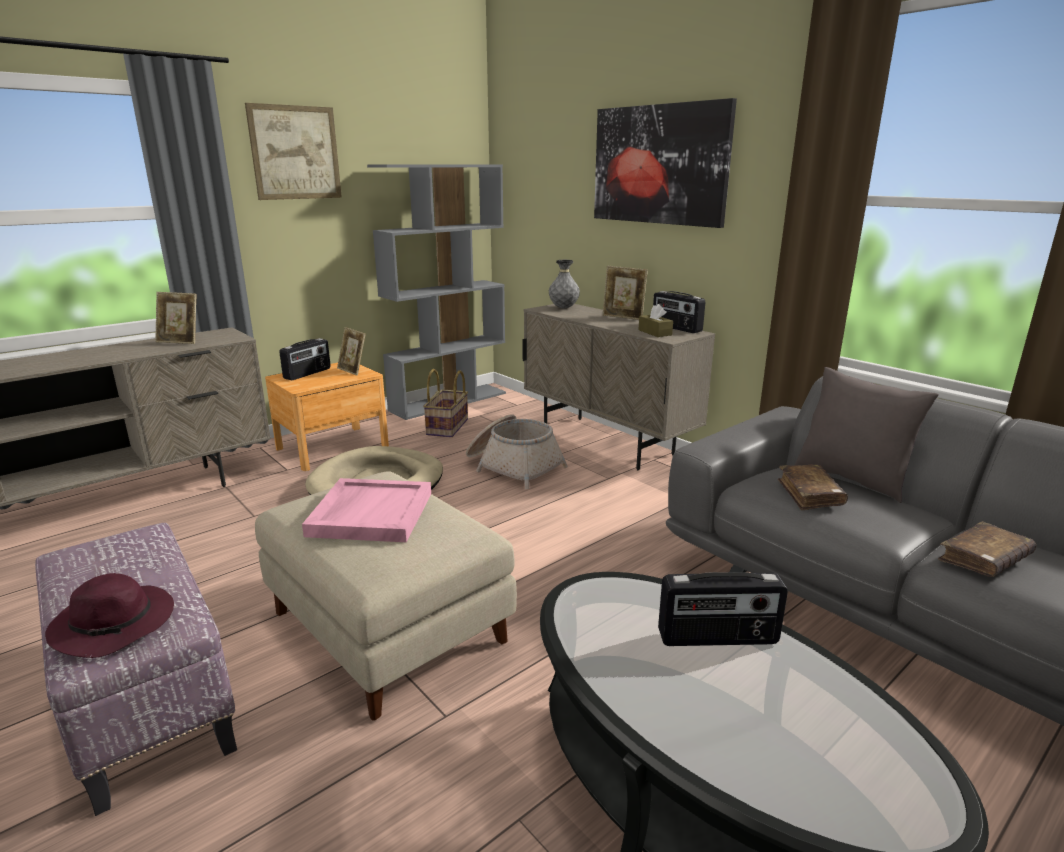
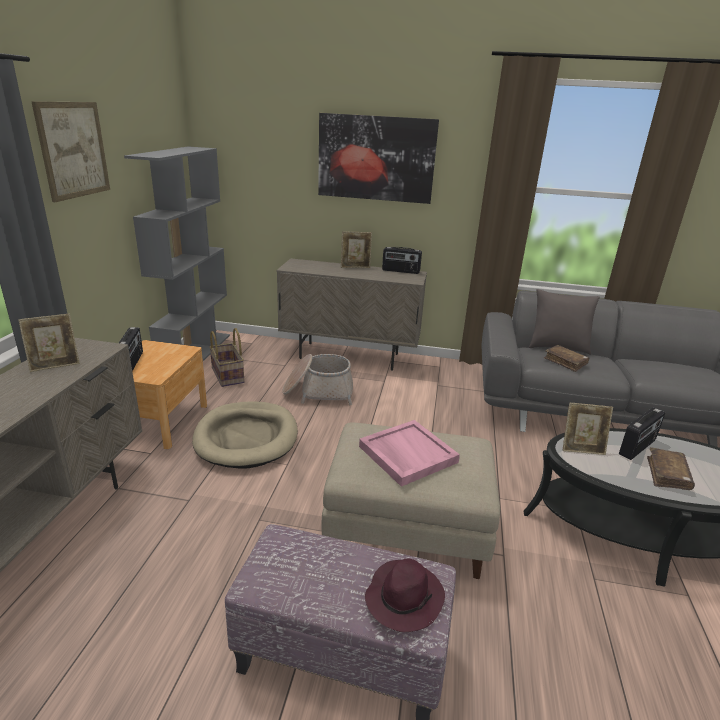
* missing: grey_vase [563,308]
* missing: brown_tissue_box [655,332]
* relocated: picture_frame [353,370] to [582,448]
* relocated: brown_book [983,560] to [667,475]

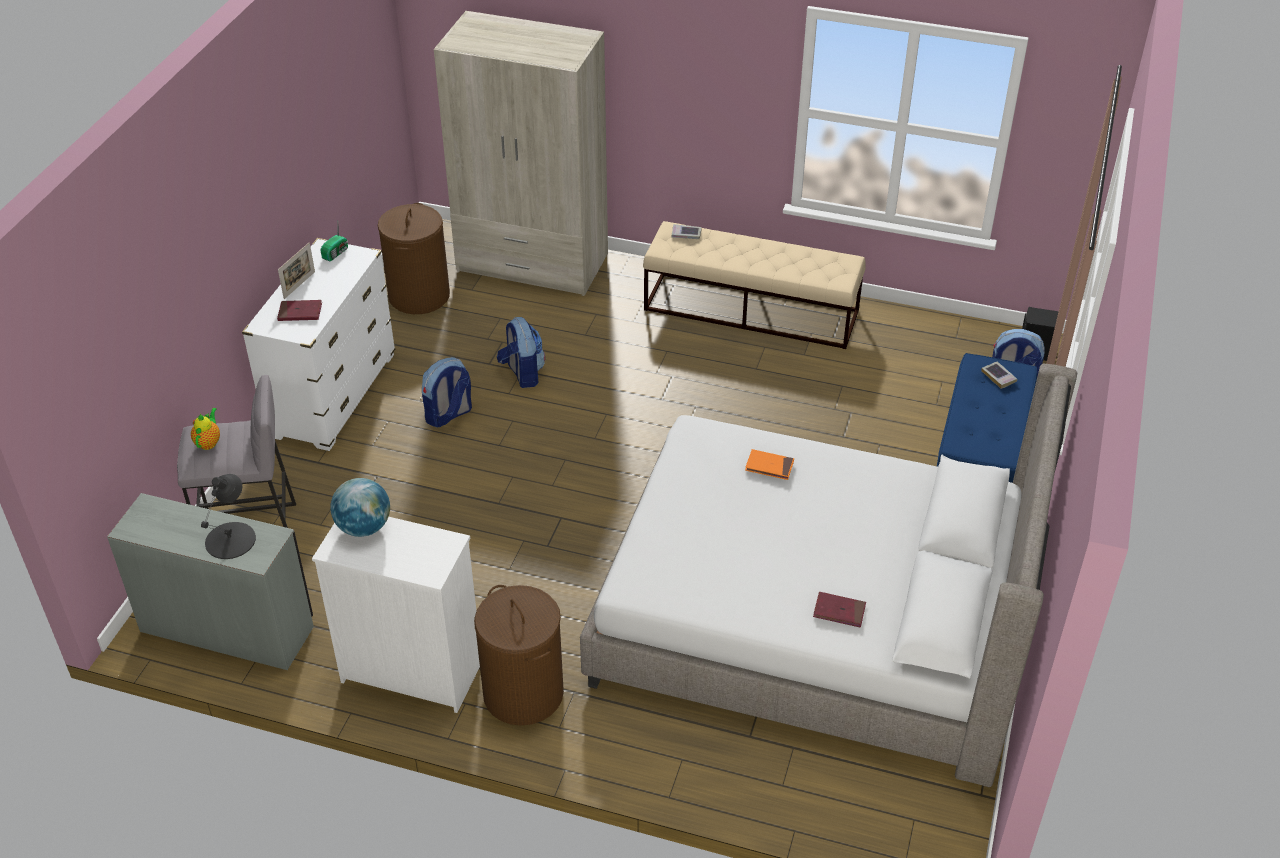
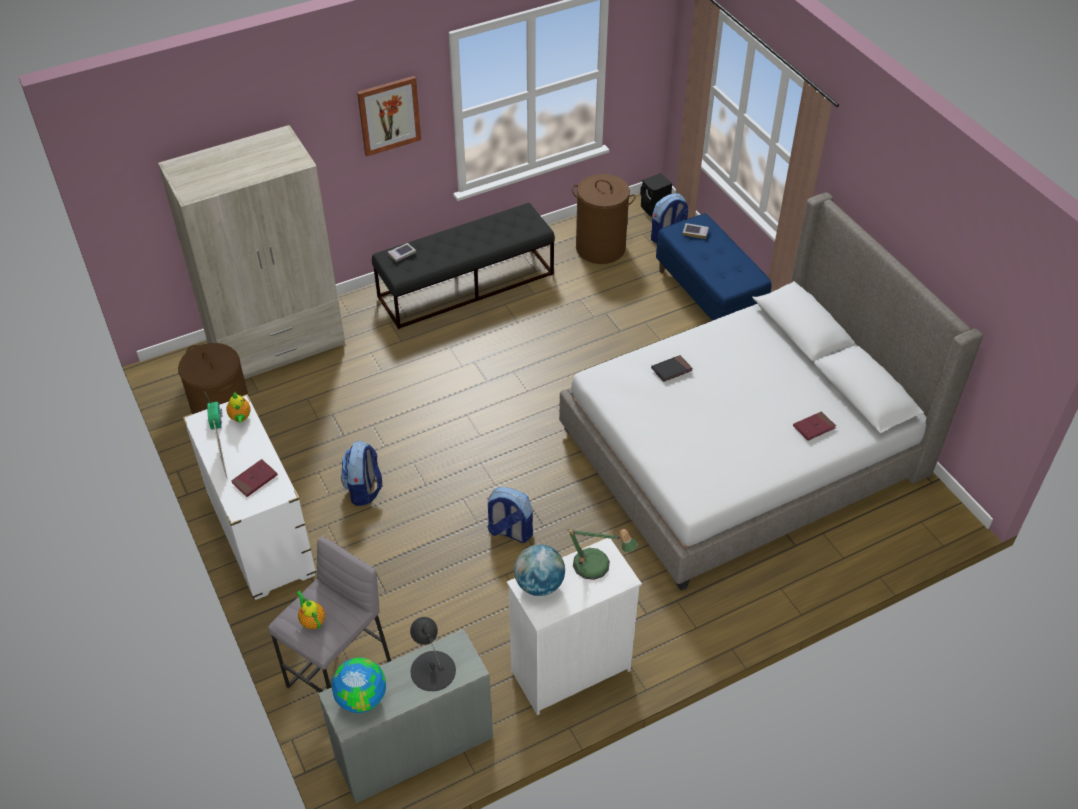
* colour: beige_bench [752,310] to black_bench [466,285]
* relocated: backpack [522,374] to [509,531]
* colour: orange_book [769,466] to black_book [671,370]
* relocated: brown_laundry_basket [524,693] to [600,248]
* appeared: picture [389,115]
* appeared: teapot [240,418]
* appeared: table_lamp [597,567]
* appeared: globe [361,698]

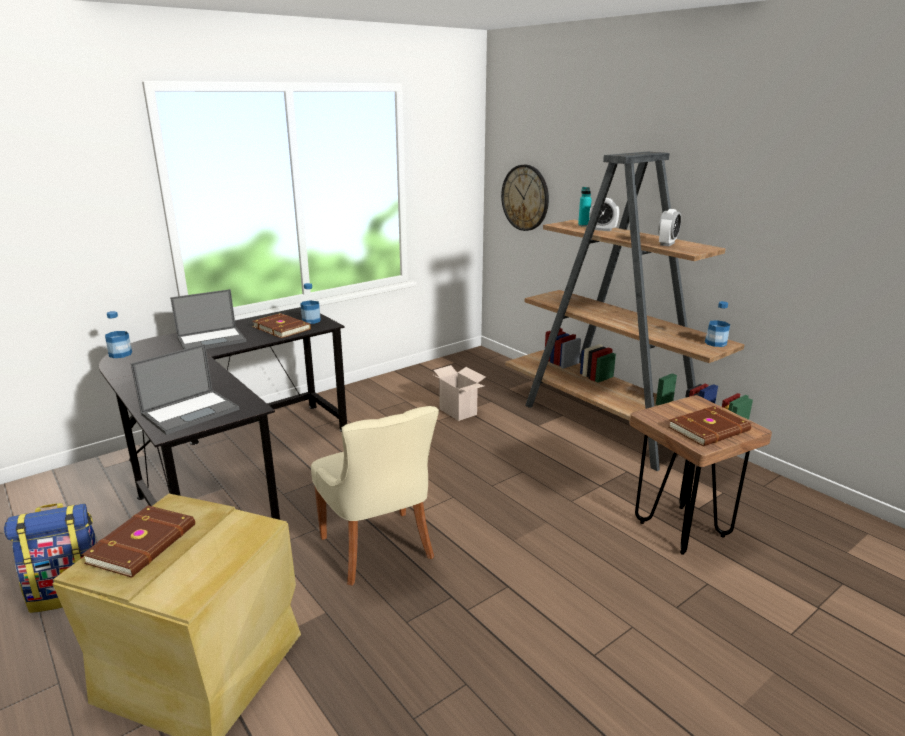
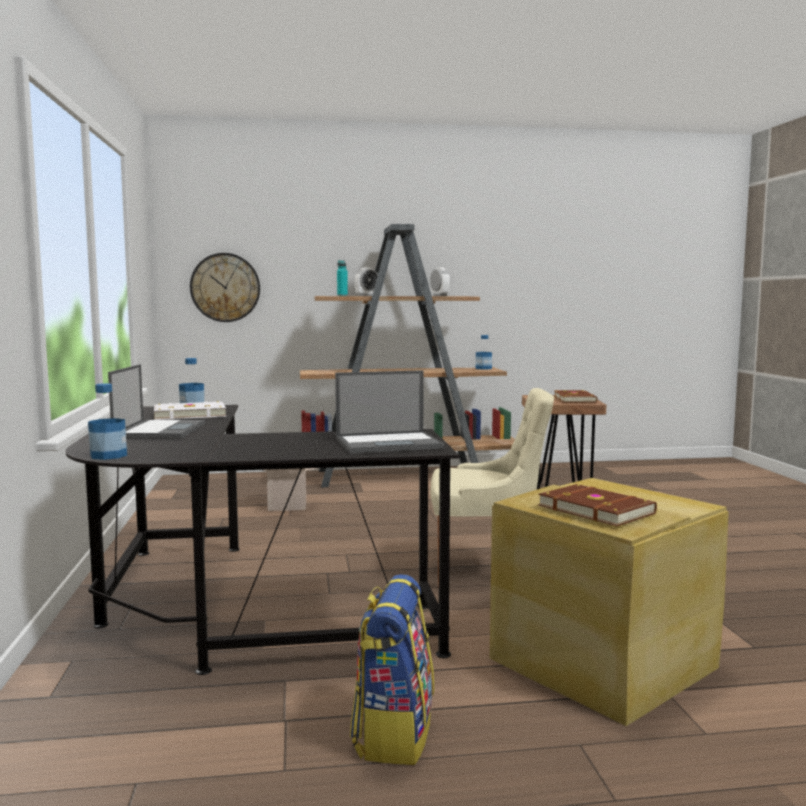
* colour: brown_book [282,328] to white_book [189,414]
* spun: laptop [191,411] = [389,443] 90 degrees clockwise

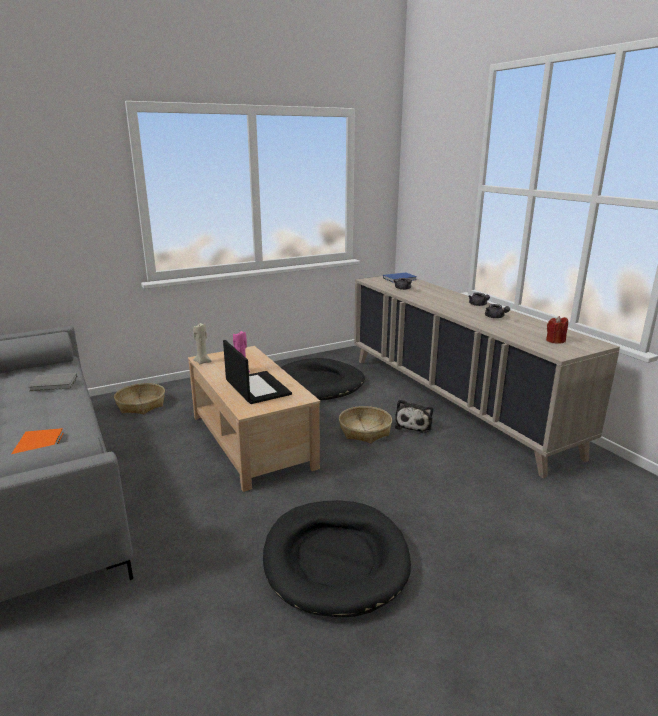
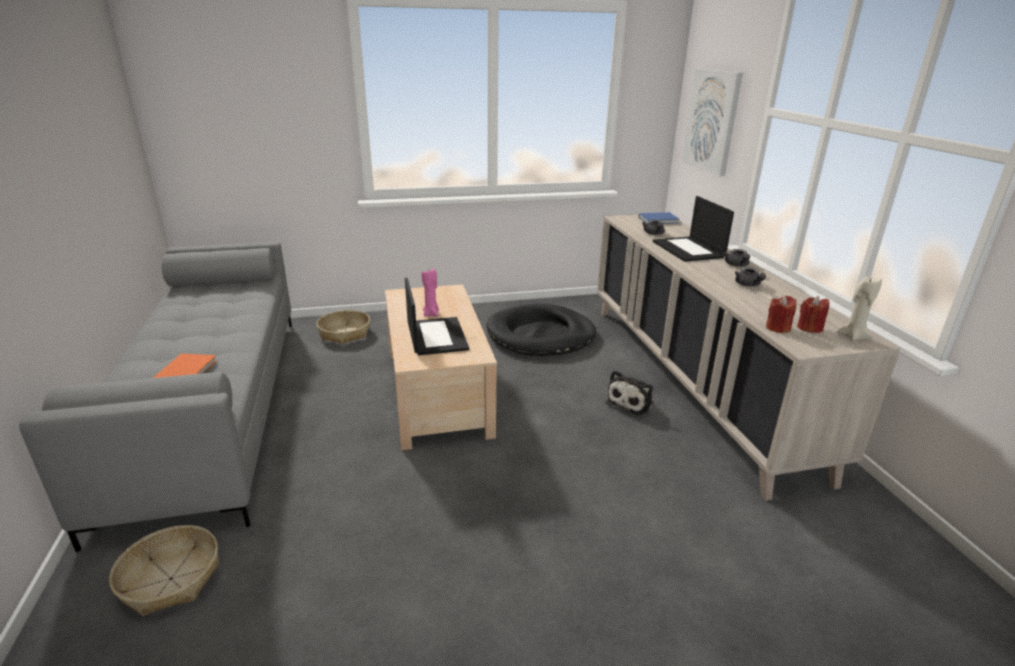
* relocated: beige_candle [203,362] to [852,336]
* missing: grey_book [55,384]
* relocated: basket [365,431] to [171,579]
* missing: black_dog_bed [335,559]
* appeared: picture [712,121]
* appeared: laptop [689,249]
* appeared: red_candle [778,328]

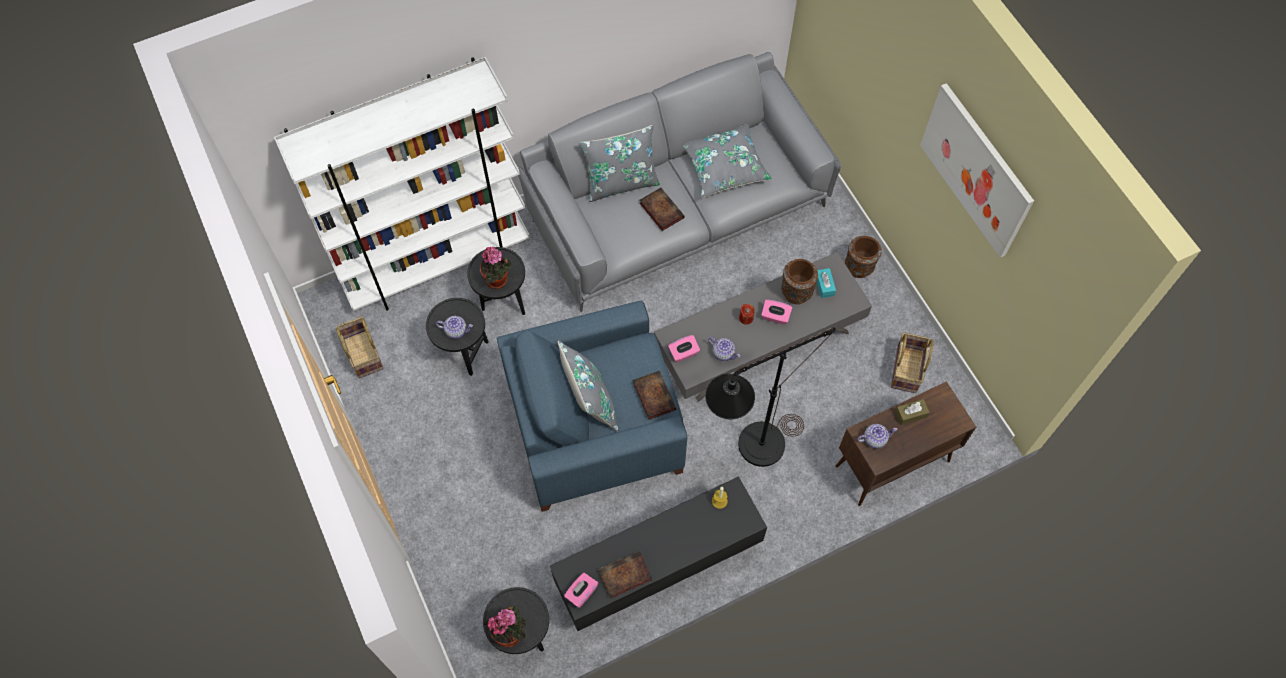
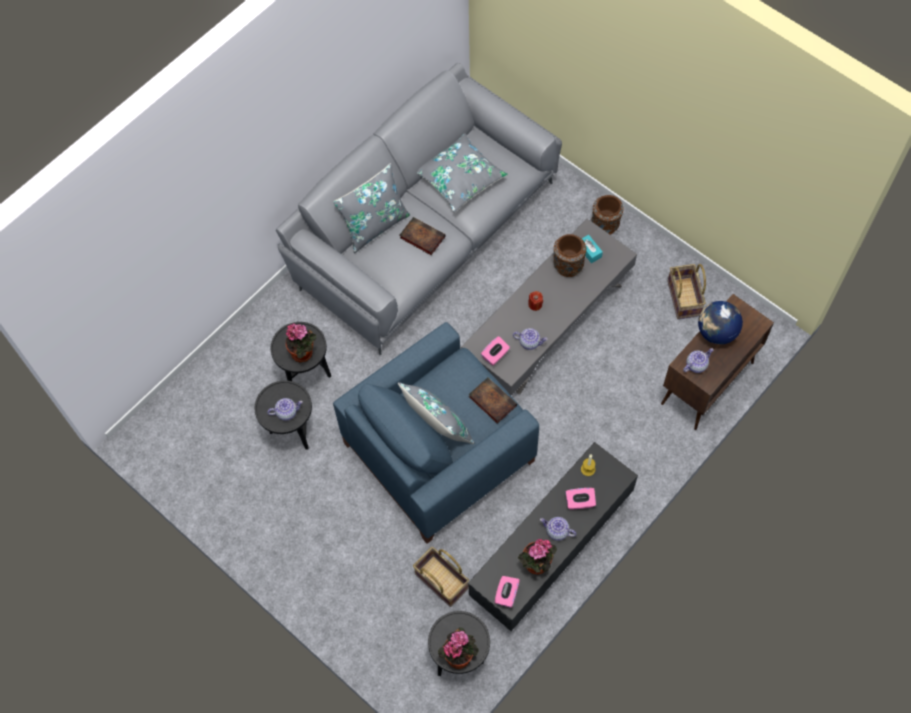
* missing: white_bookcase [437,264]
* missing: picture [976,170]
* relocated: pink_tissue_box [775,316] to [580,502]
* relocated: basket [362,354] to [441,582]
* missing: black_floor_lamp [750,451]
* exchanged: brown_tissue_box [910,414] to globe [716,332]
* exchanged: book [624,576] to potted_plant [536,566]
* appeared: teapot [557,531]

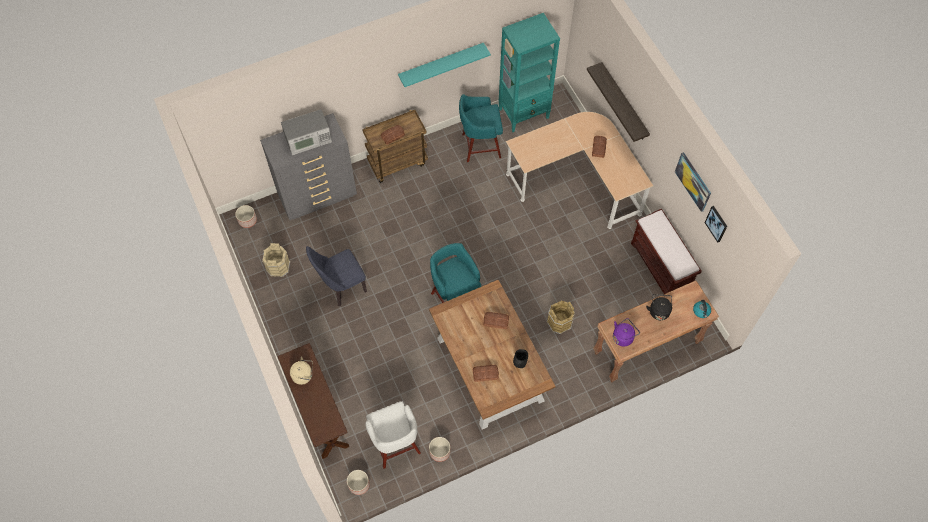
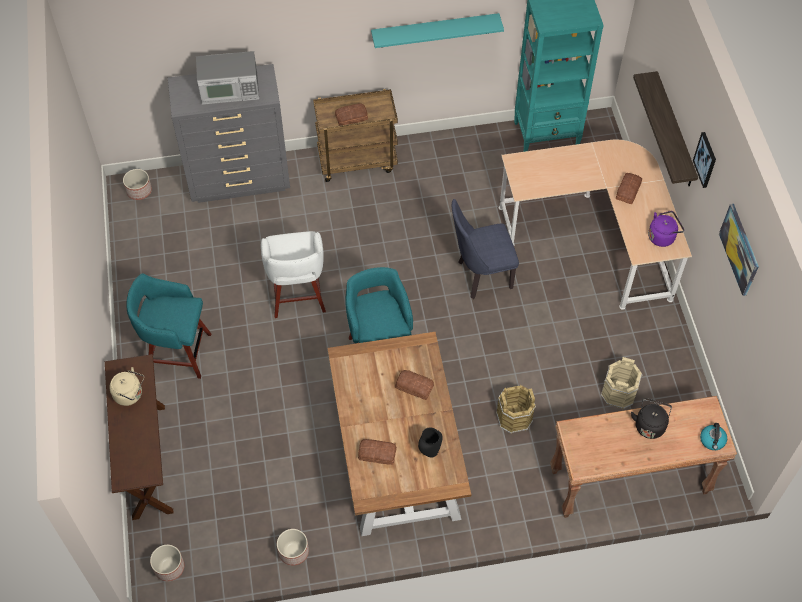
* relocated: turquoise_stool [479,146] to [177,352]
* relocated: picture [716,223] to [705,159]
* missing: brown_bench [660,267]
* relocated: beige_bucket [278,267] to [618,393]
* relocated: blue_chair [341,288] to [480,276]
* relocated: purple_kettle [623,337] to [662,236]
* relocated: white_stool [395,444] to [297,295]

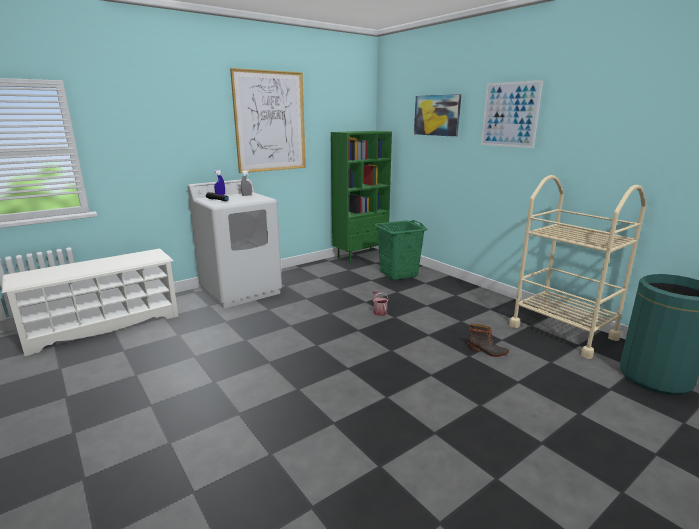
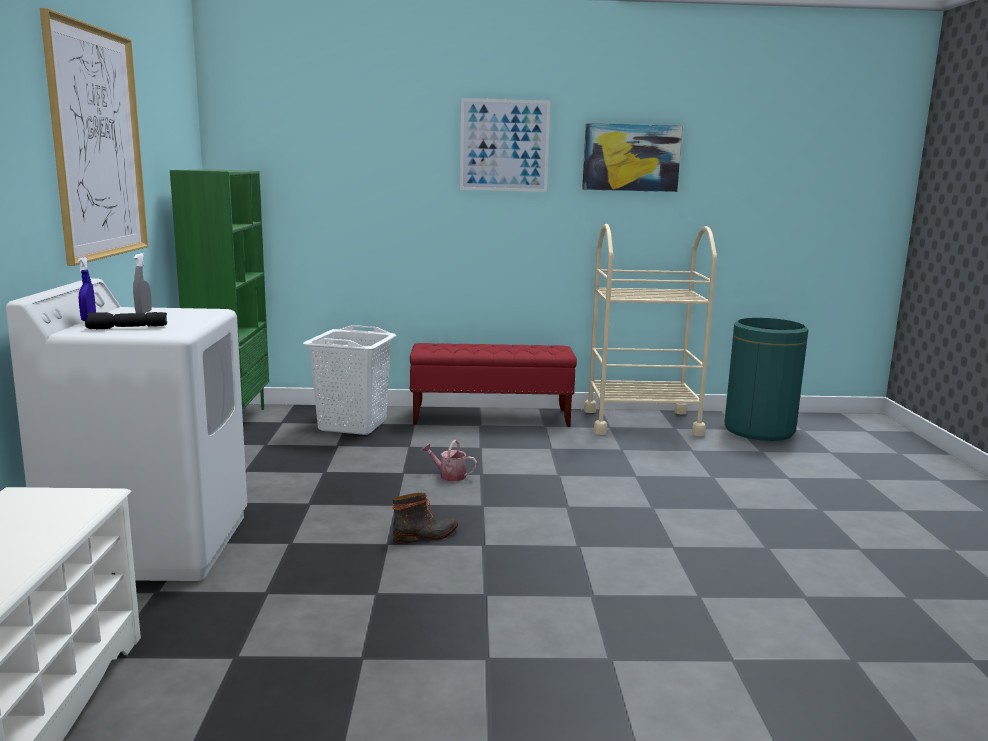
* relocated: picture [437,115] to [631,158]
* colour: green_laundry_basket [398,273] to white_laundry_basket [352,425]
* relocated: boot [487,351] to [426,535]
* appeared: red_bench [491,417]

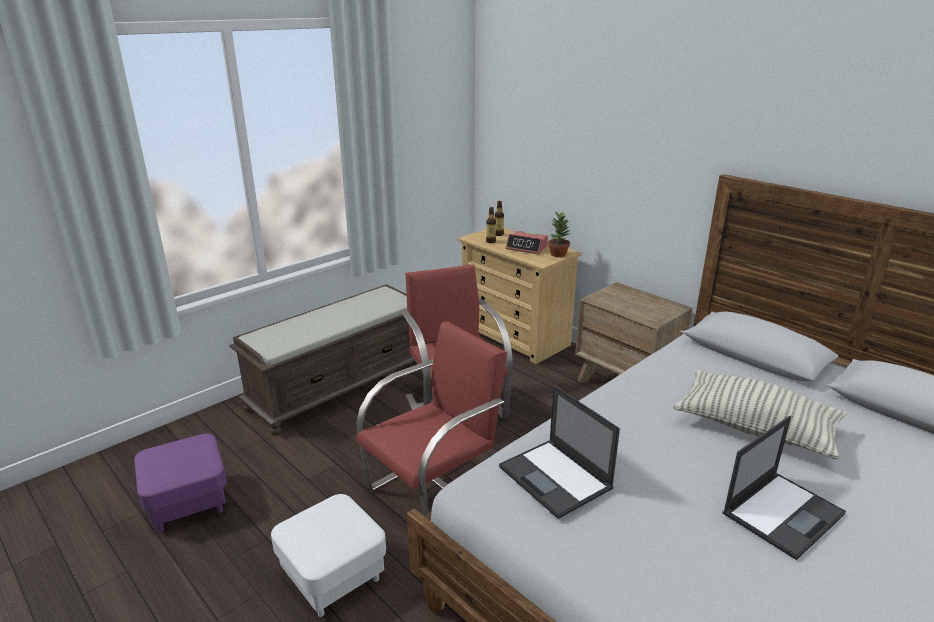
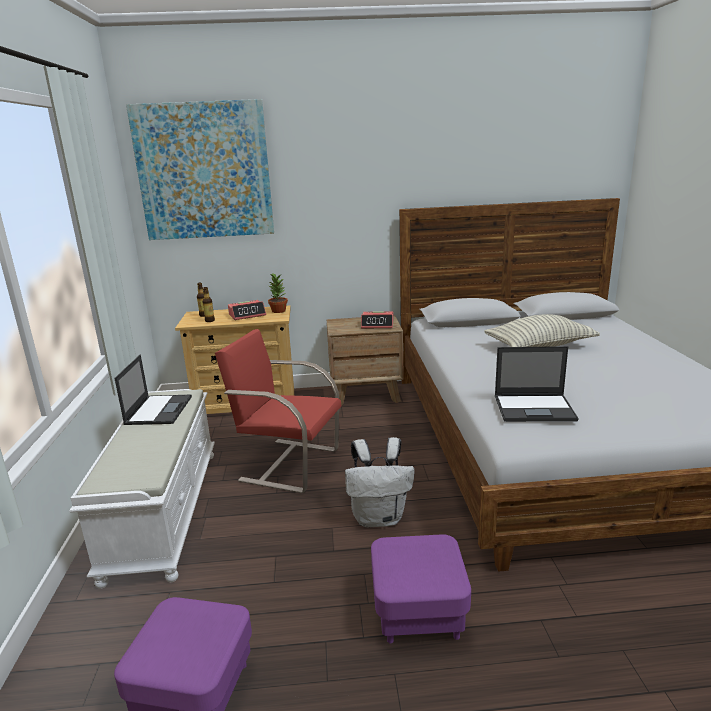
* colour: brown_bench [340,385] to white_bench [163,510]
* exchanged: red_chair [434,494] to white_backpack [379,517]
* relocated: laptop [783,513] to [159,410]
* colour: white_ottoman [333,576] to purple_ottoman [418,612]
* appeared: picture [204,171]
* appeared: alarm_clock [377,325]

